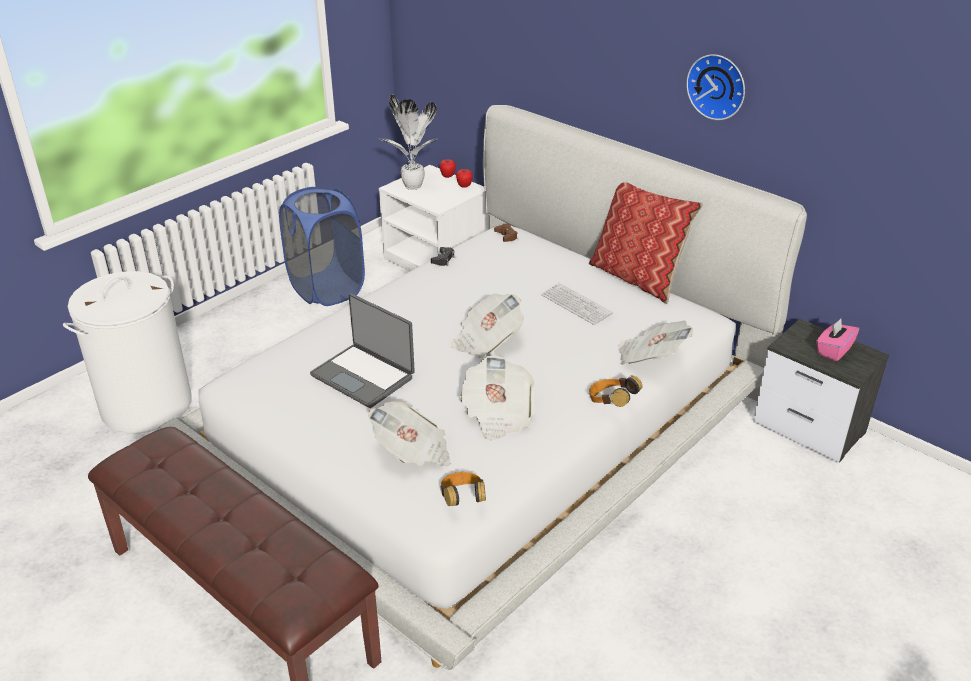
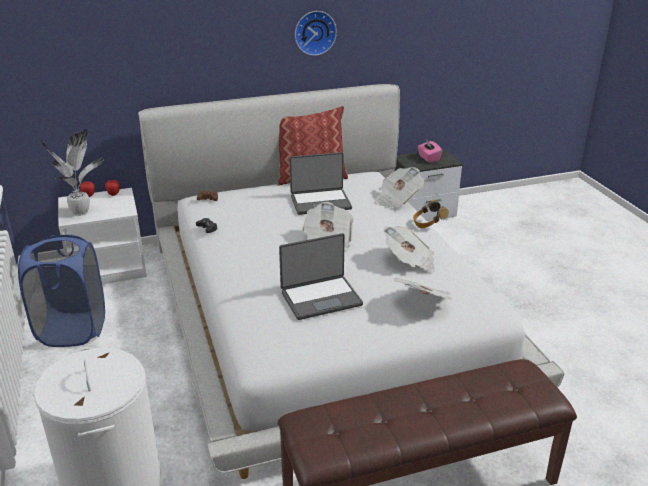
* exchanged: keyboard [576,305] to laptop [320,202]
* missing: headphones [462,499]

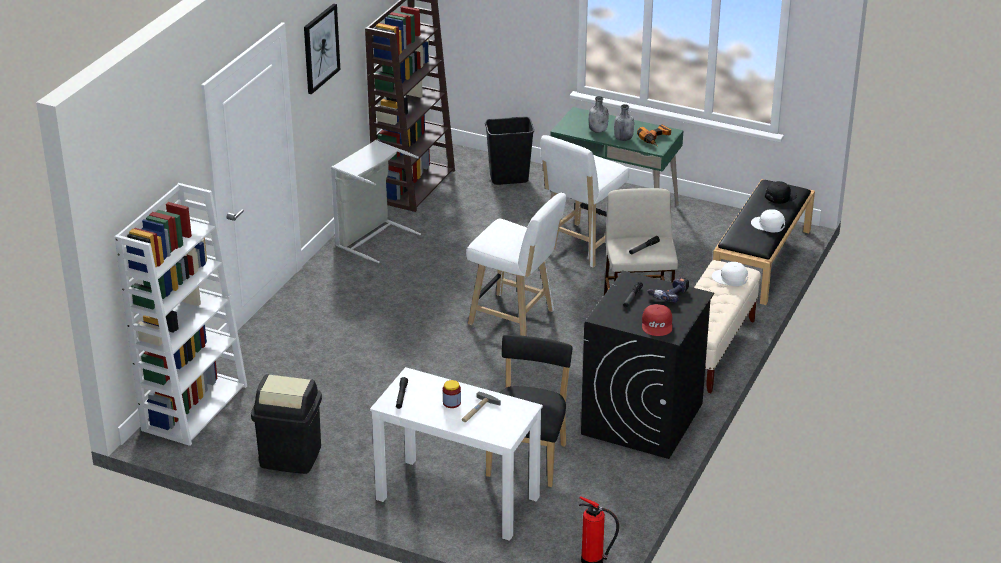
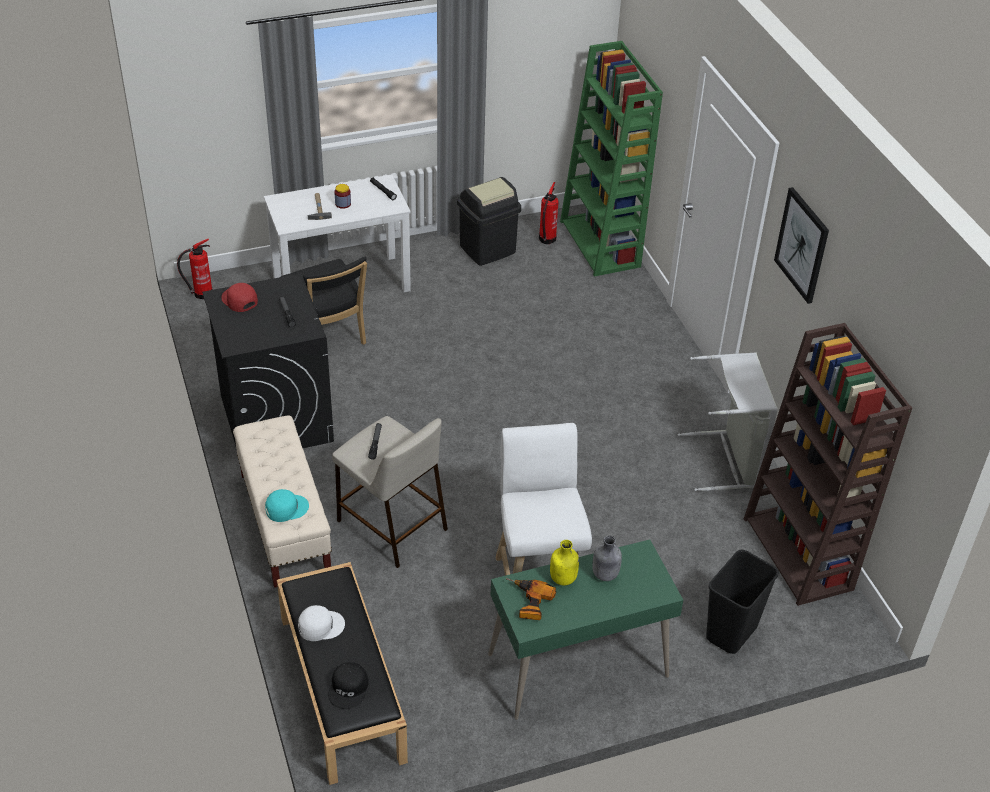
* colour: grey_bottle [623,138] to yellow_bottle [563,579]
* colour: white_bookcase [194,407] to green_bookcase [601,244]
* missing: white_stool [515,319]
* colour: white_cap [730,278] to turquoise_cap [286,508]
* missing: power_drill [669,294]
* appeared: fire_extinguisher [546,240]

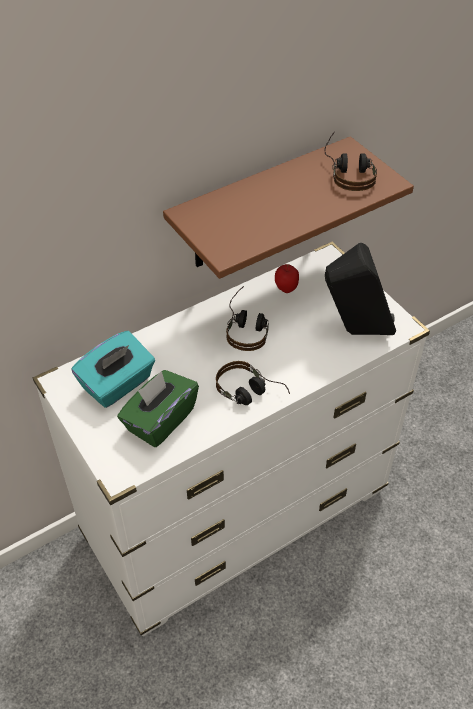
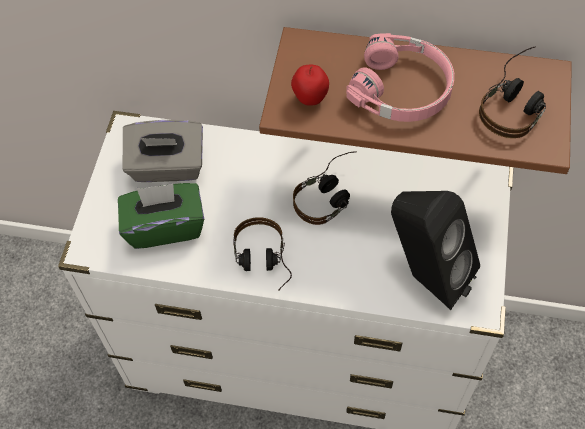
* relocated: apple [286,289] to [310,99]
* colour: turquoise_tissue_box [117,384] to grey_tissue_box [167,167]
* appeared: pink_headphones [402,89]

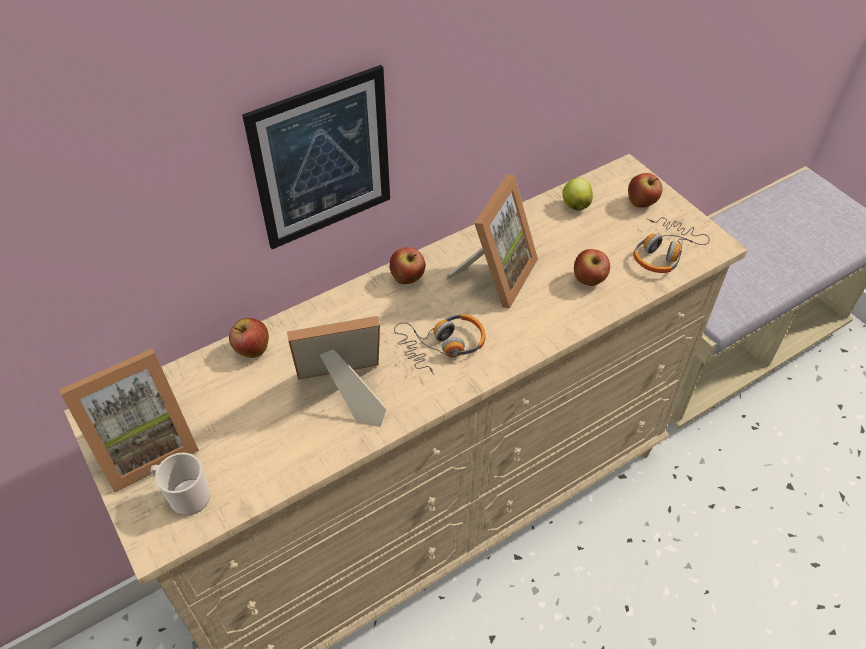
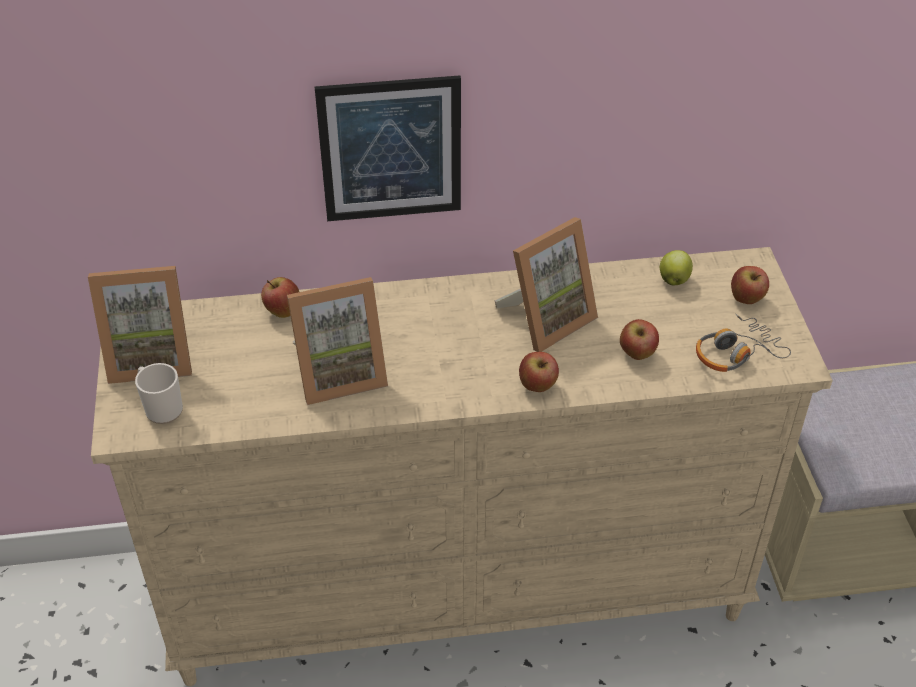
* relocated: apple [408,279] to [537,386]
* missing: headphones [442,346]
* spun: picture_frame [343,393] = [339,373] 150 degrees clockwise

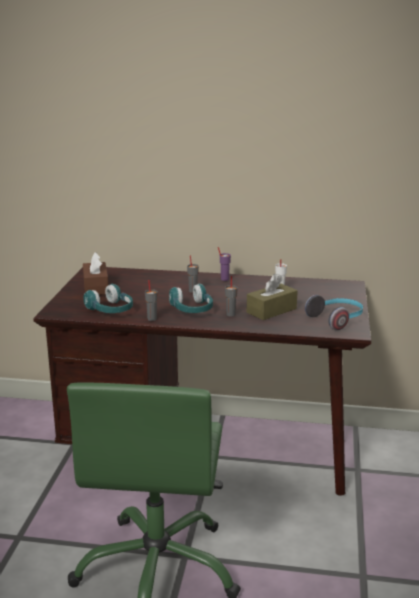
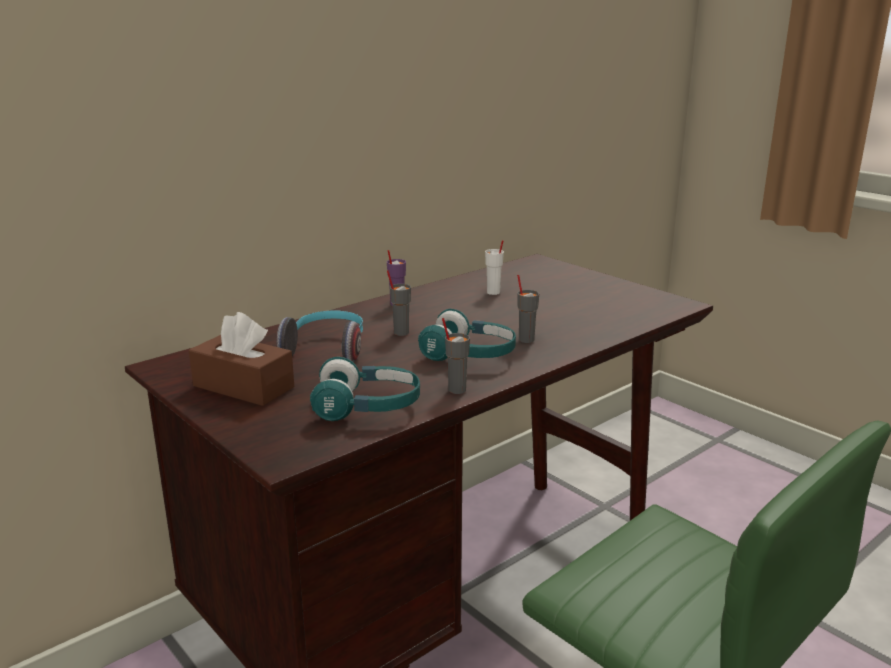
* missing: brown_tissue_box [271,310]
* relocated: headphones [337,320] to [327,349]

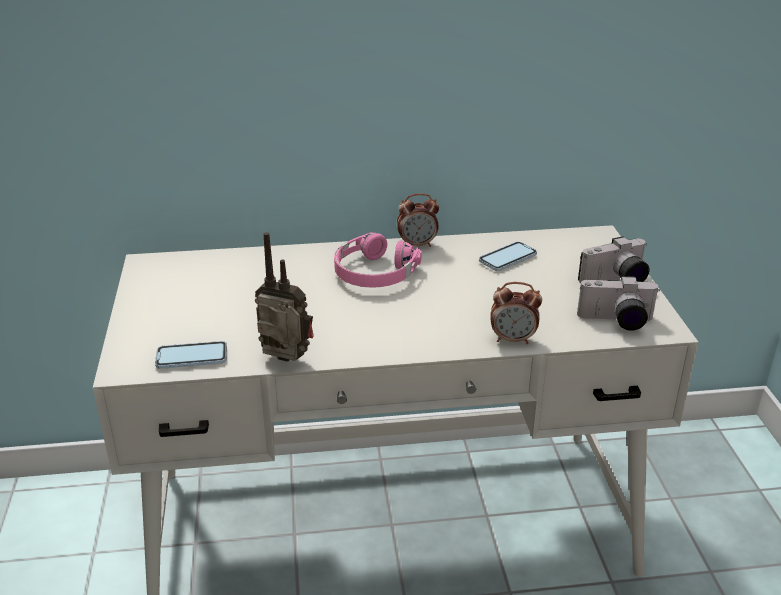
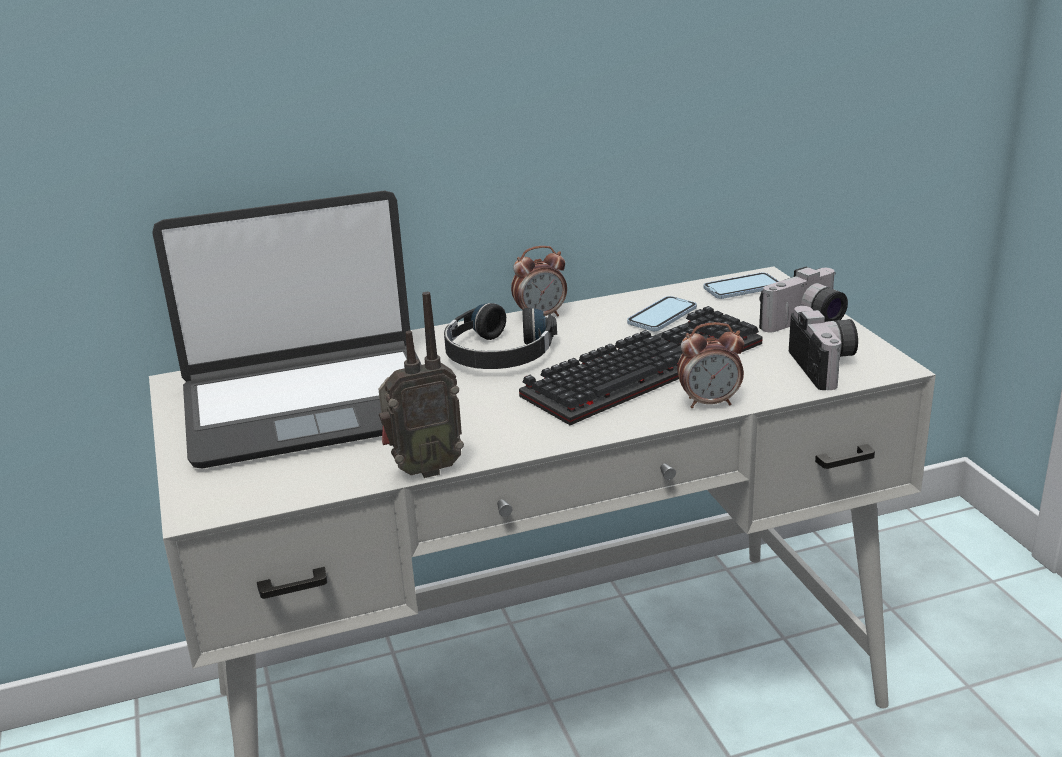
* spun: radio [285,362] = [423,469] 150 degrees clockwise
* colour: pink_headphones [374,273] to black_headphones [498,354]
* spun: photo_camera [616,321] = [827,366] 90 degrees counterclockwise
* relocated: phone [192,357] to [742,288]
* appeared: laptop [310,405]
* appeared: keyboard [644,367]

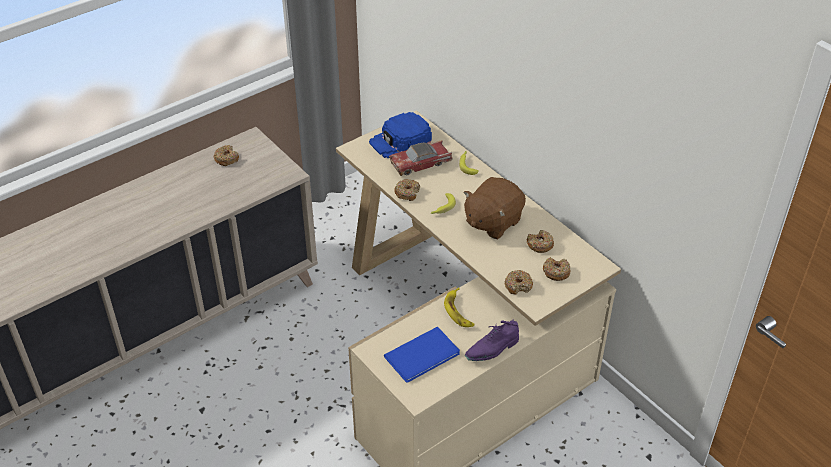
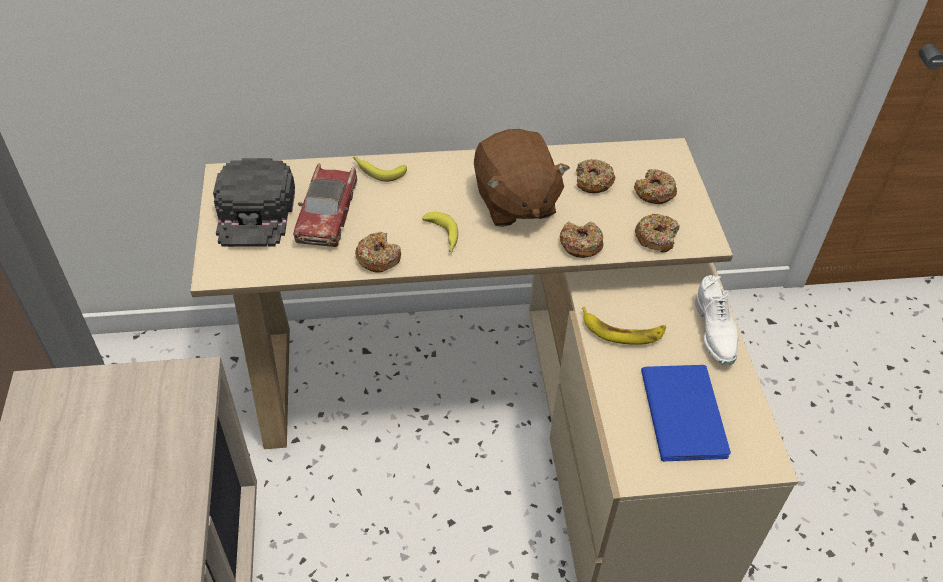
* colour: blue_cap [400,141] to black_cap [255,211]
* relocated: donut [226,159] to [580,244]
* colour: purple_shoe [492,349] to white_shoe [715,331]

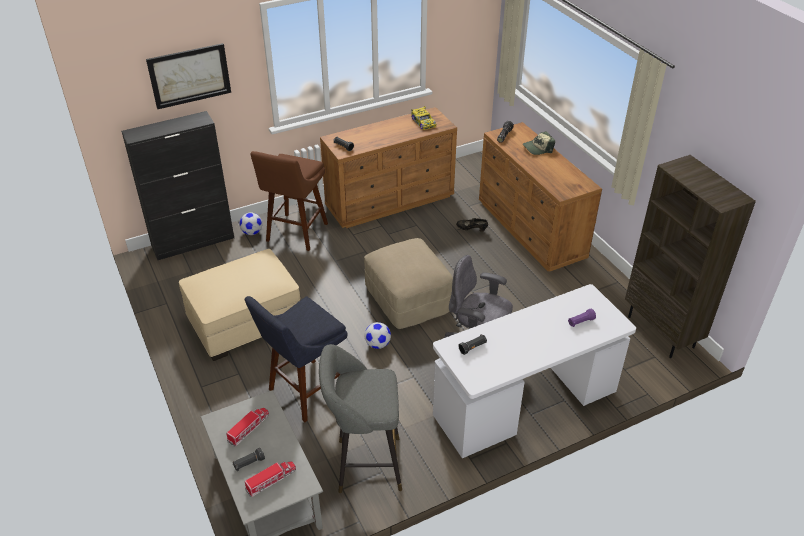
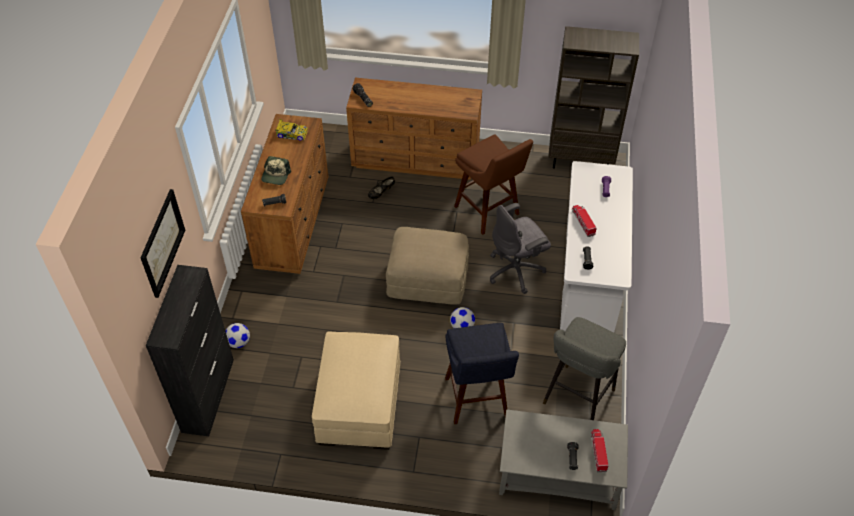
* relocated: cap [538,148] to [275,175]
* relocated: brown_stool [295,234] to [489,213]
* relocated: toy_truck [249,428] to [583,222]

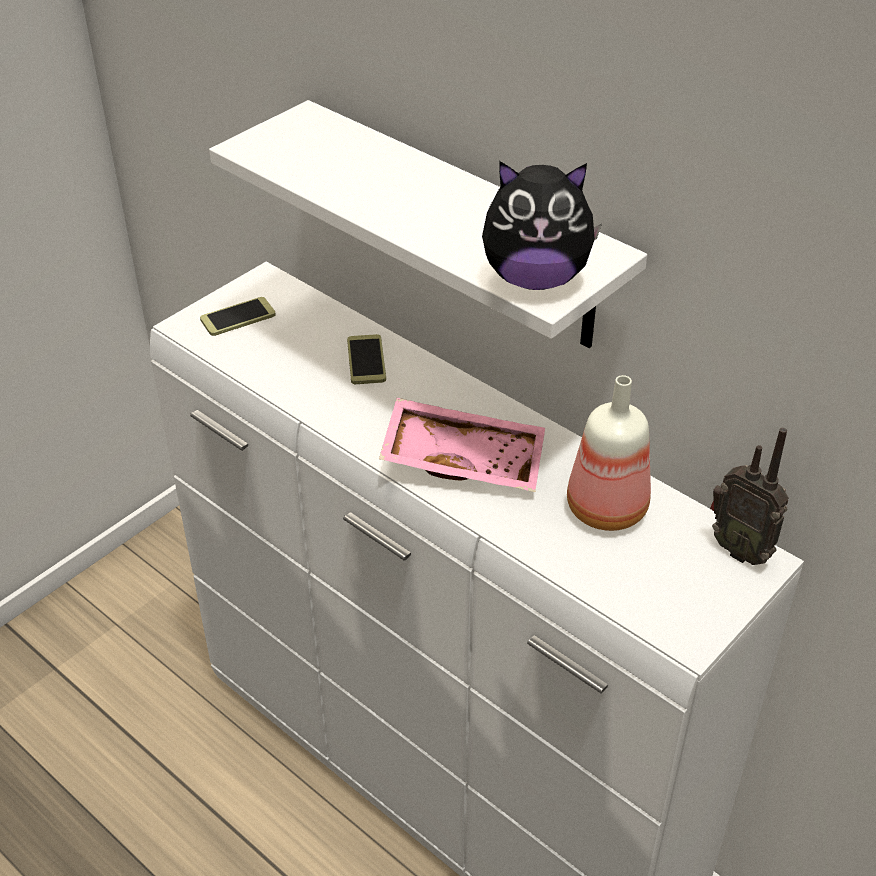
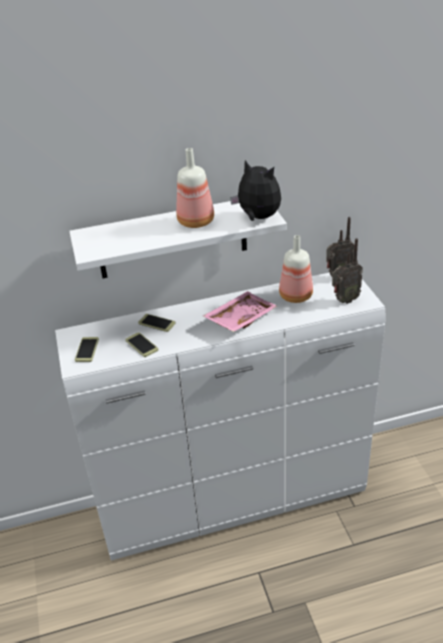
* spun: plush_toy [535,278] = [258,218] 90 degrees counterclockwise
* appeared: bottle [196,221]
* appeared: radio [344,300]
* appeared: phone [141,345]

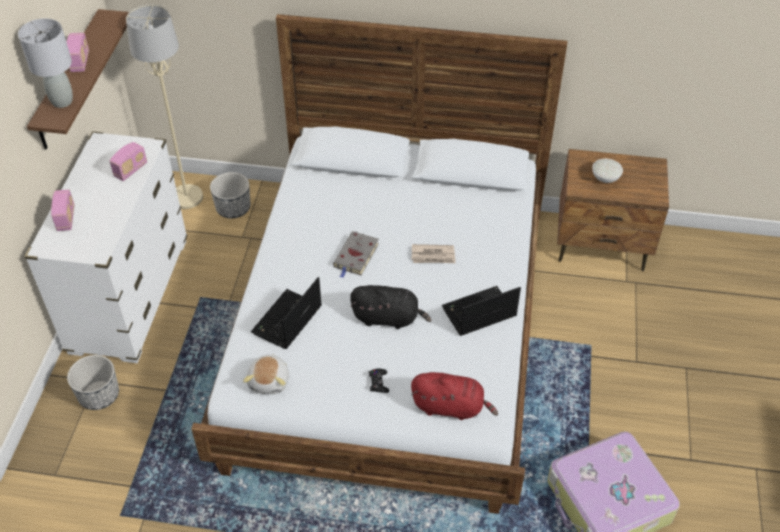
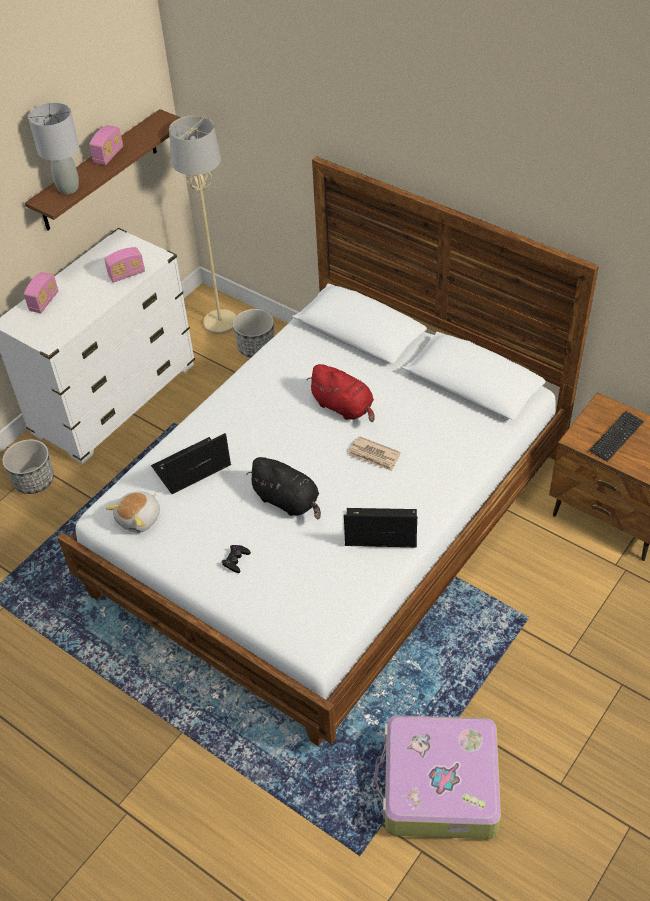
* exchanged: white_bowl [605,177] to keyboard [616,437]
* missing: grey_book [356,257]
* relocated: red_plush_toy [450,407] to [344,407]

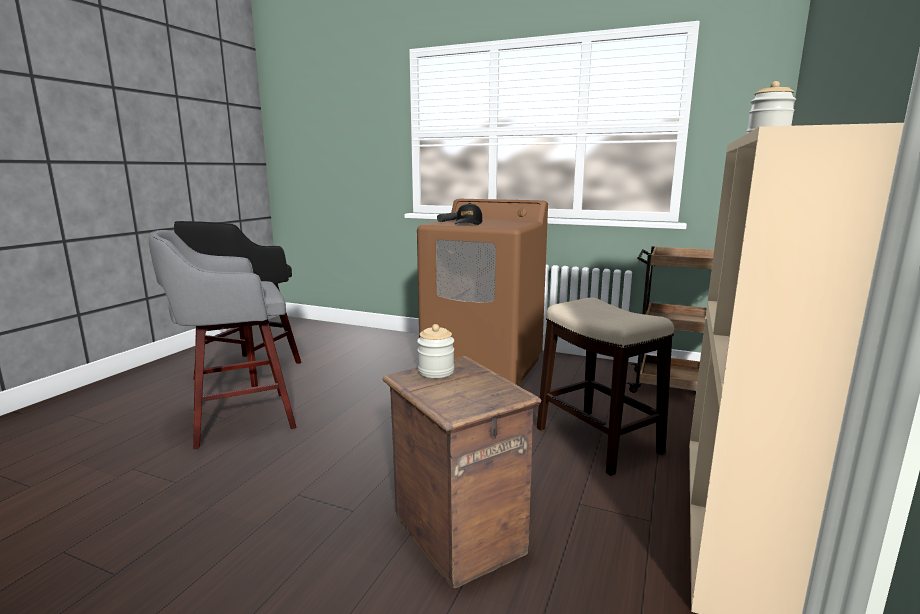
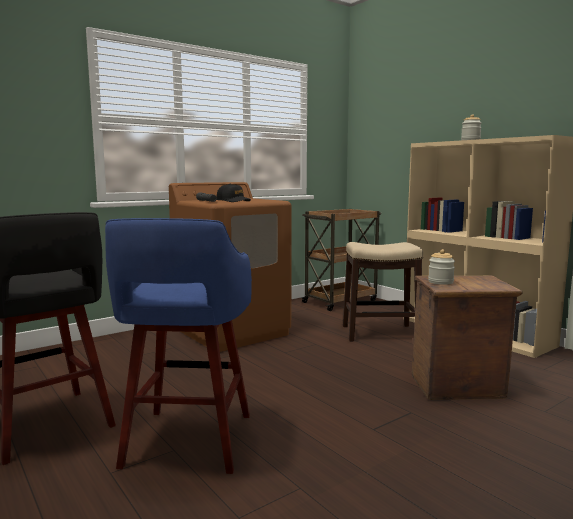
* colour: grey_stool [238,419] to blue_stool [187,442]

